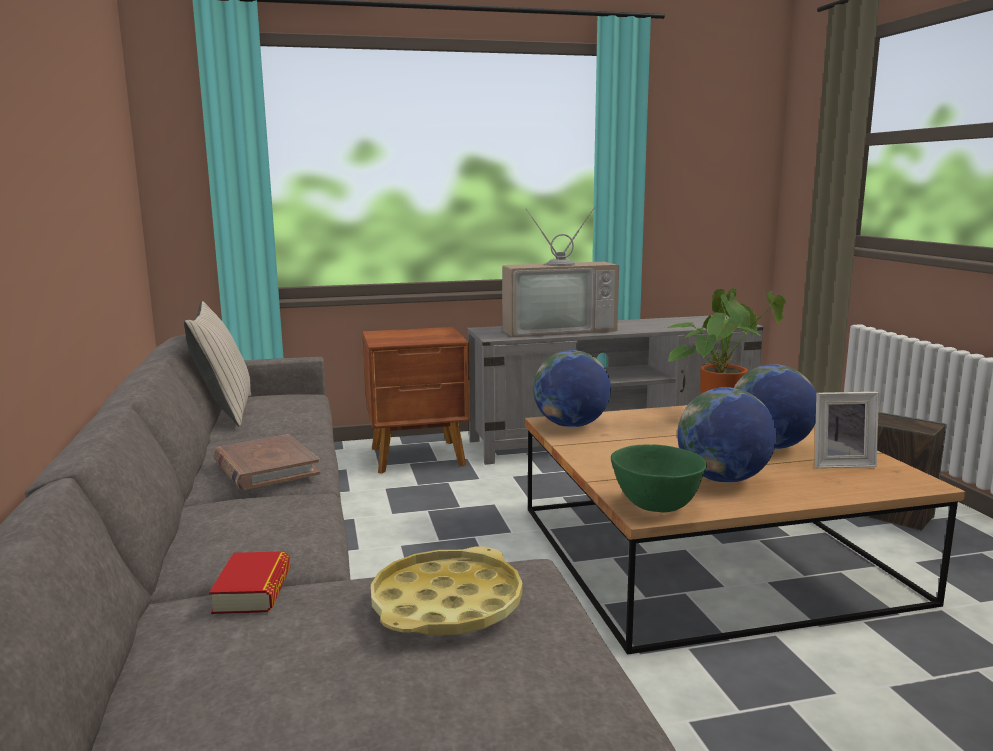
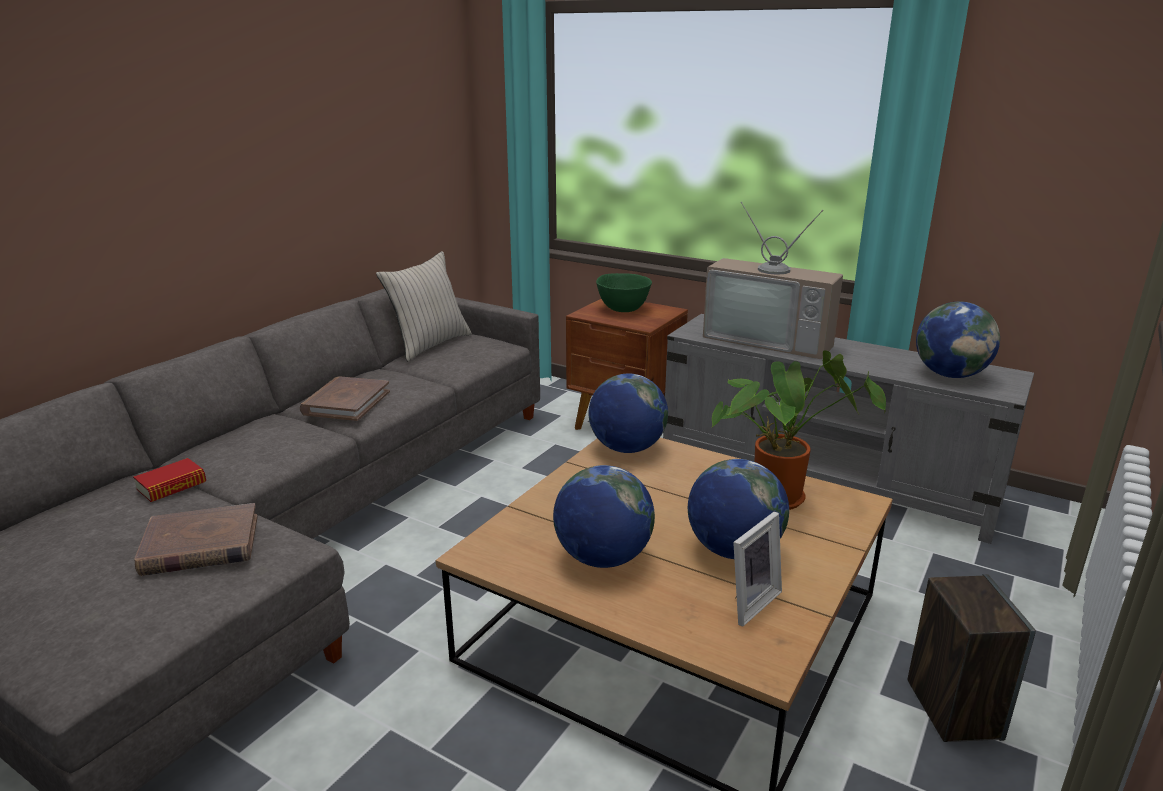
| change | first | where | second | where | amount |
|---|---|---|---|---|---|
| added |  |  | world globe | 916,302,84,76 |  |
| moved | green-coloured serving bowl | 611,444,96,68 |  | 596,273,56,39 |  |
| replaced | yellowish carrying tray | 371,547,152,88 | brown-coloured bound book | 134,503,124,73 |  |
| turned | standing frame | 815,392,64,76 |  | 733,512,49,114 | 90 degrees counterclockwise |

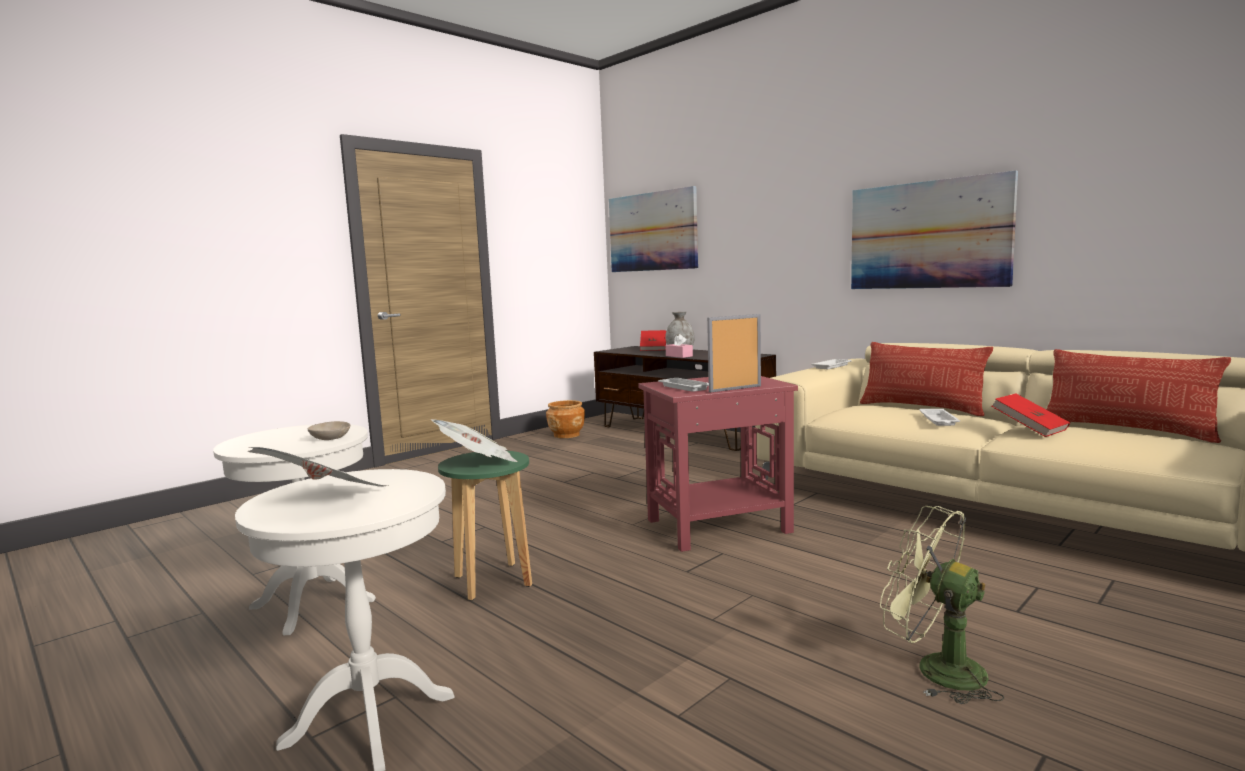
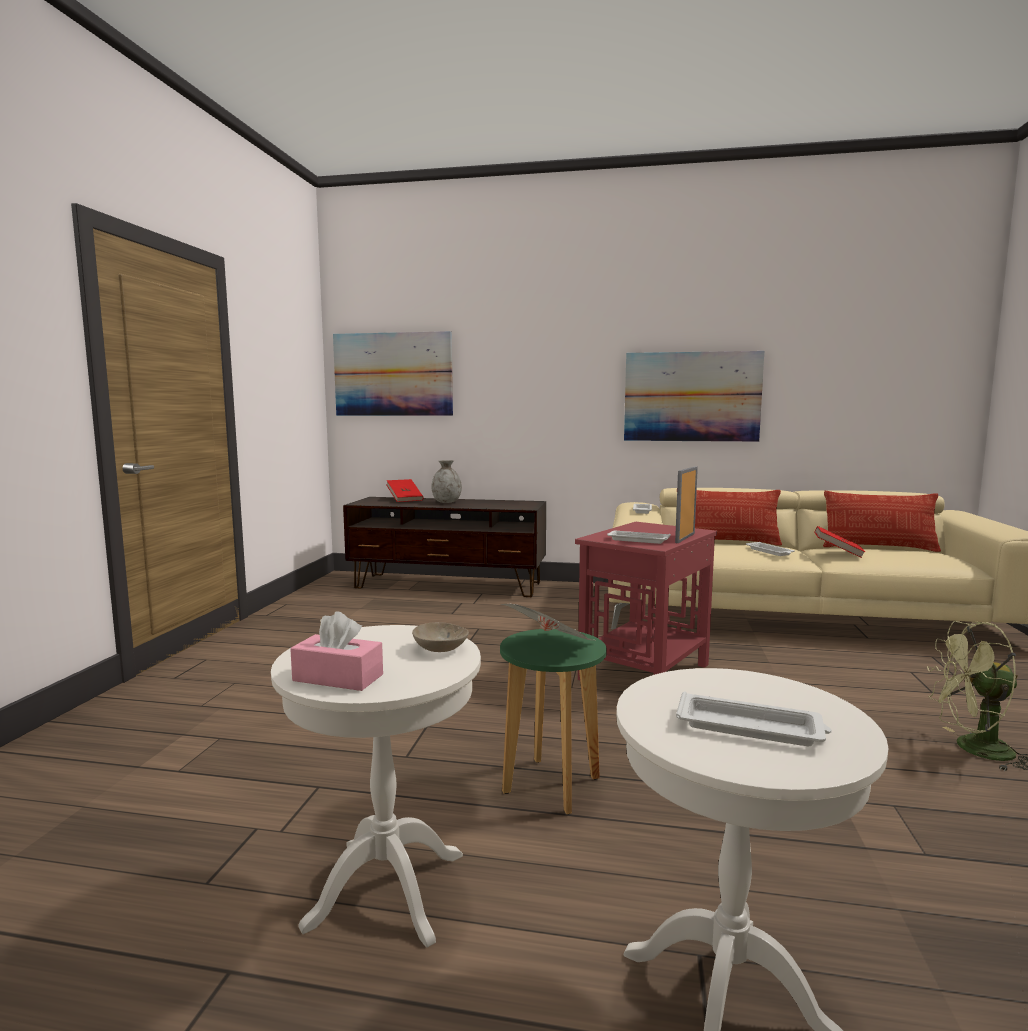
| change | first | where | second | where | amount |
|---|---|---|---|---|---|
| removed | brown-coloured flower pot | 546,400,39,38 |  |  |  |
| moved | pink box of tissues | 665,334,28,24 |  | 290,611,93,80 |  |
| replaced | newspaper | 248,447,141,40 | whitish carrying tray | 676,692,156,55 |  |

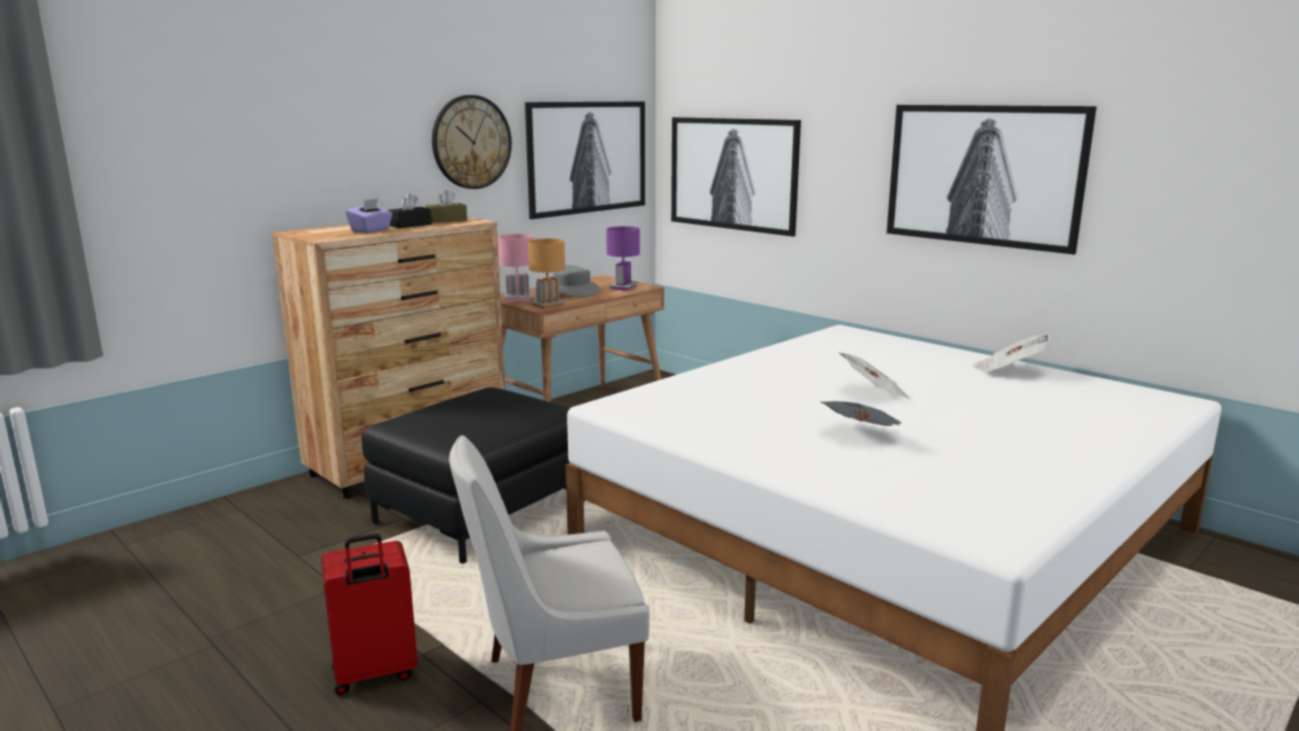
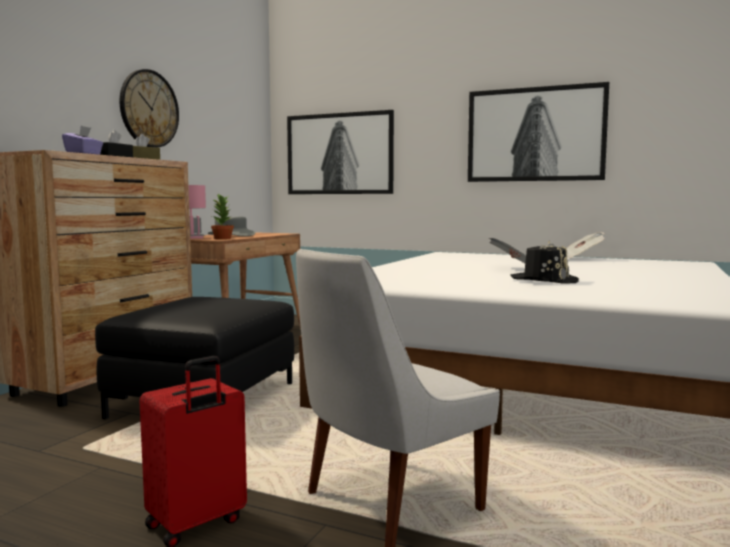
| change | first | where | second | where | amount |
|---|---|---|---|---|---|
| removed | wall art | 525,101,120,118 |  |  |  |
| removed | purple-coloured lamp for a table | 606,226,34,65 |  |  |  |
| replaced | brown-coloured lamp for a table | 528,238,39,71 | plant in a pot | 211,194,23,46 |  |
| replaced | newspaper | 821,401,81,25 | black-coloured hat | 510,241,69,42 |  |

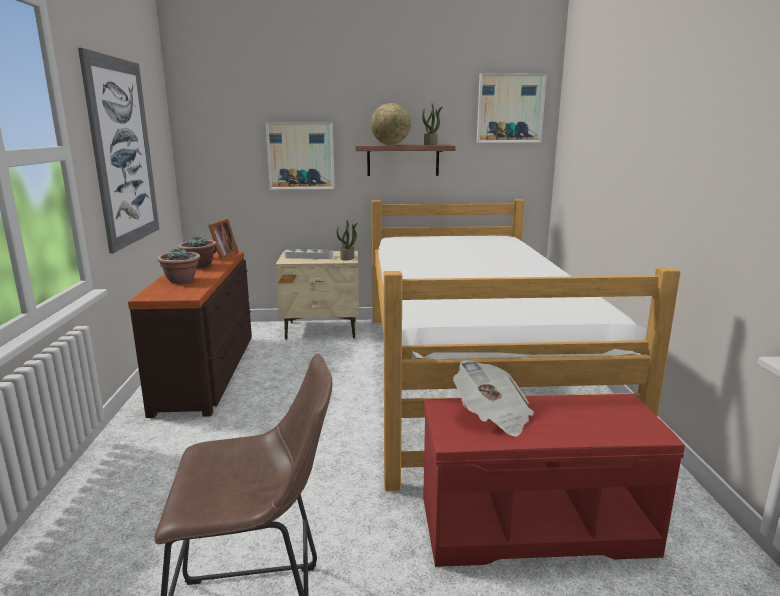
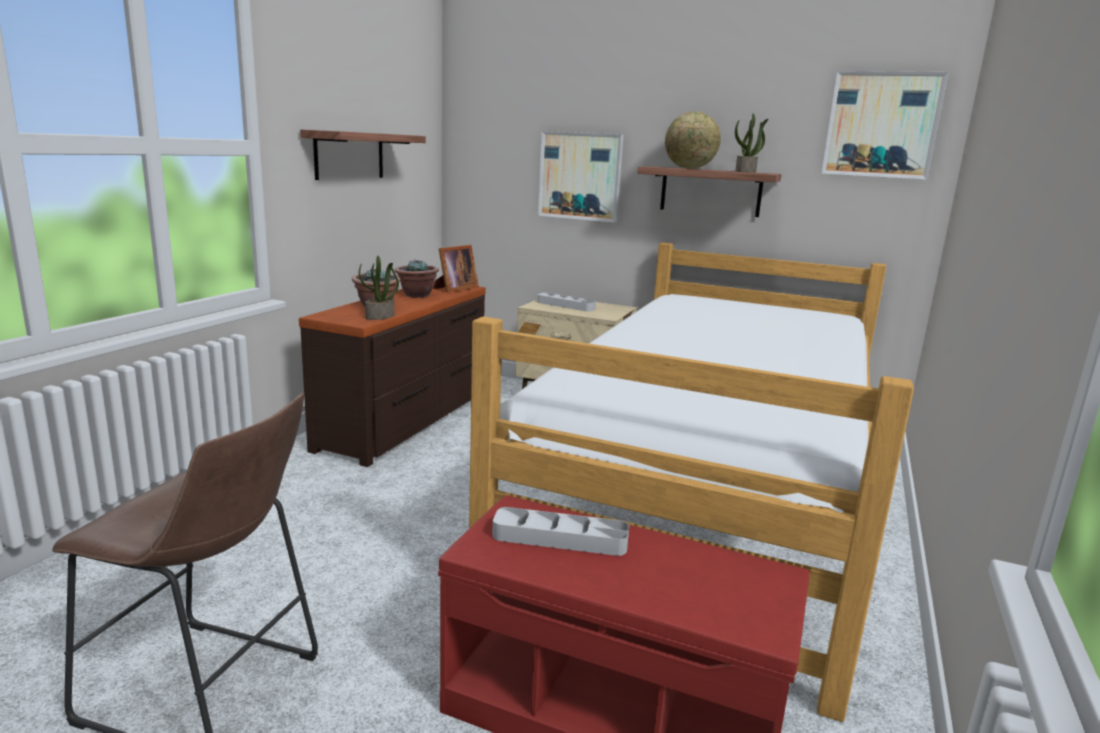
| change | first | where | second | where | amount |
|---|---|---|---|---|---|
| moved | plant in a pot | 336,220,22,41 |  | 359,256,40,64 |  |
| replaced | wall art | 78,48,81,206 | wall shelf | 300,130,126,50 |  |
| replaced | newspaper | 453,360,81,77 | grey carrying tray | 492,507,137,49 |  |

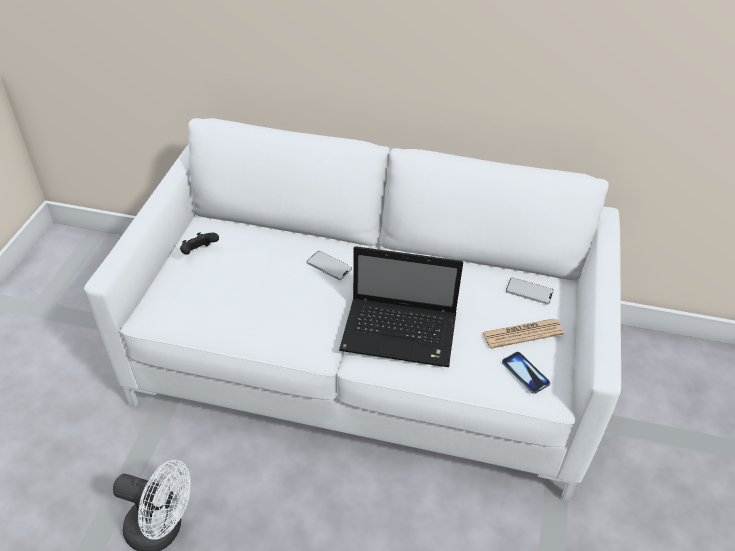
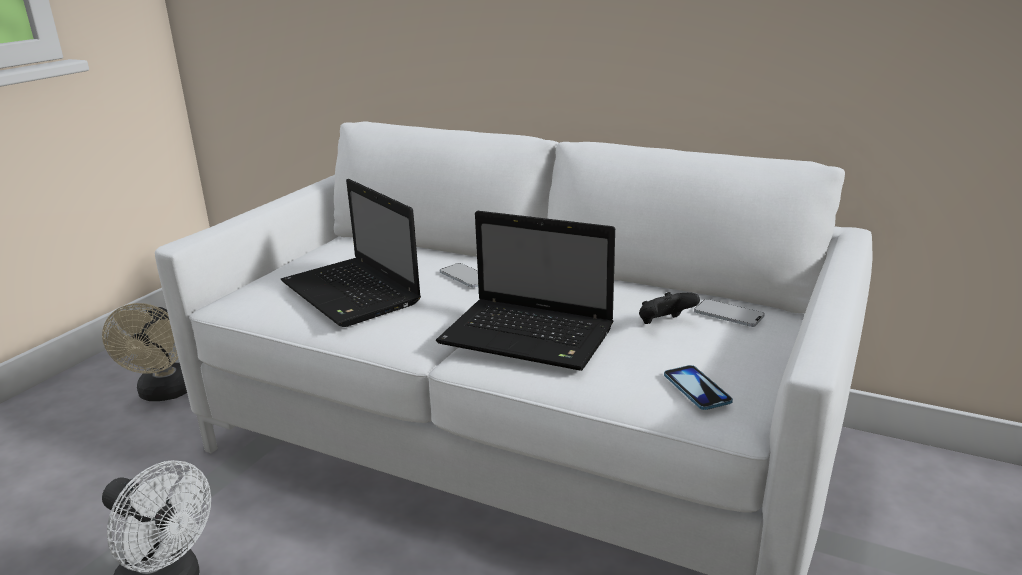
| change | first | where | second | where | amount |
|---|---|---|---|---|---|
| removed | newspaper | 482,319,82,30 |  |  |  |
| added |  |  | beige-coloured fan | 102,303,85,98 |  |
| added |  |  | portable computer | 281,179,140,148 |  |
| moved | black-coloured joypad | 180,232,39,22 |  | 639,292,61,32 |  |

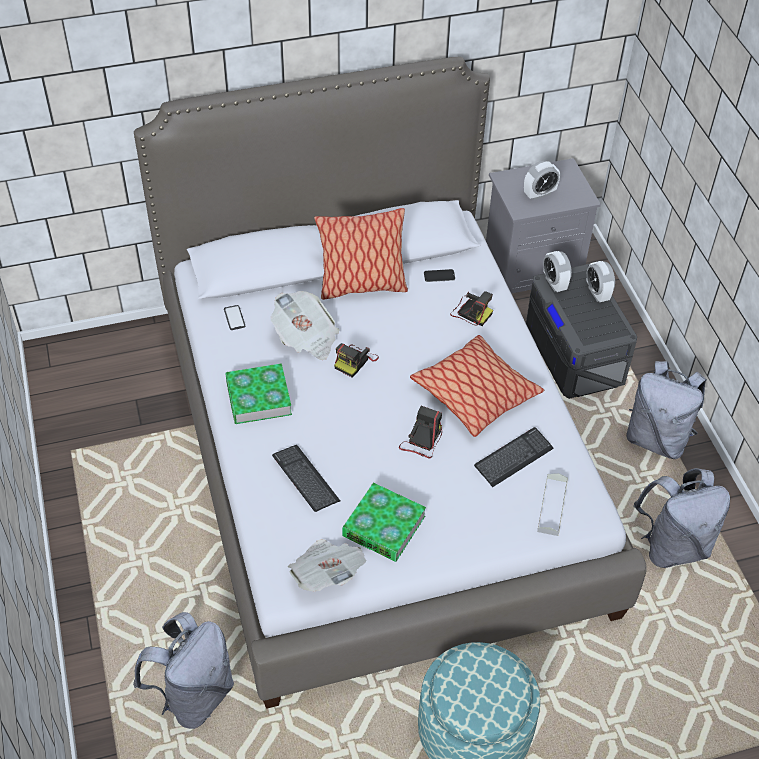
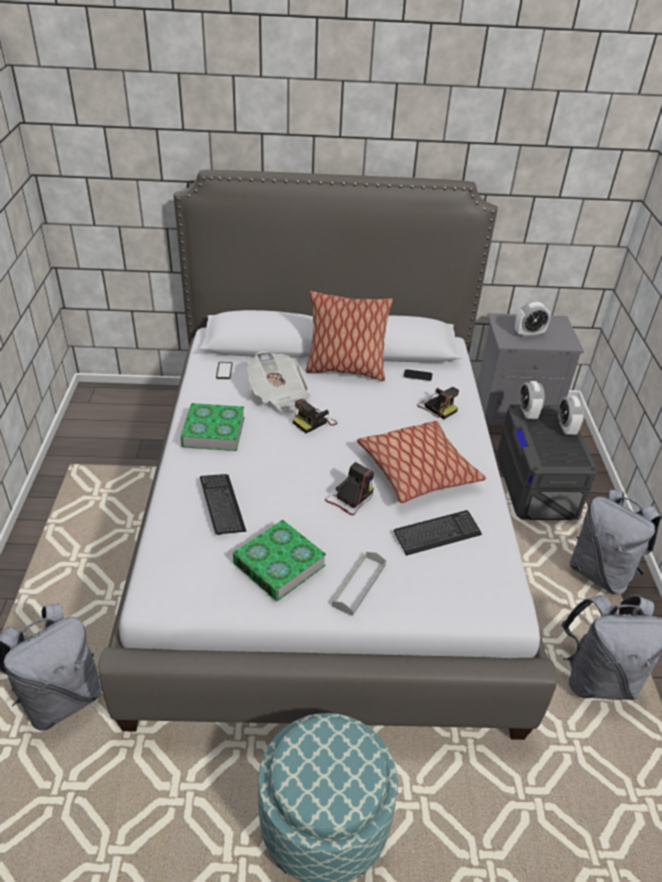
| change | first | where | second | where | amount |
|---|---|---|---|---|---|
| removed | newspaper | 288,539,79,52 |  |  |  |
| moved | grey carrying tray | 537,473,31,63 |  | 332,552,54,64 |  |

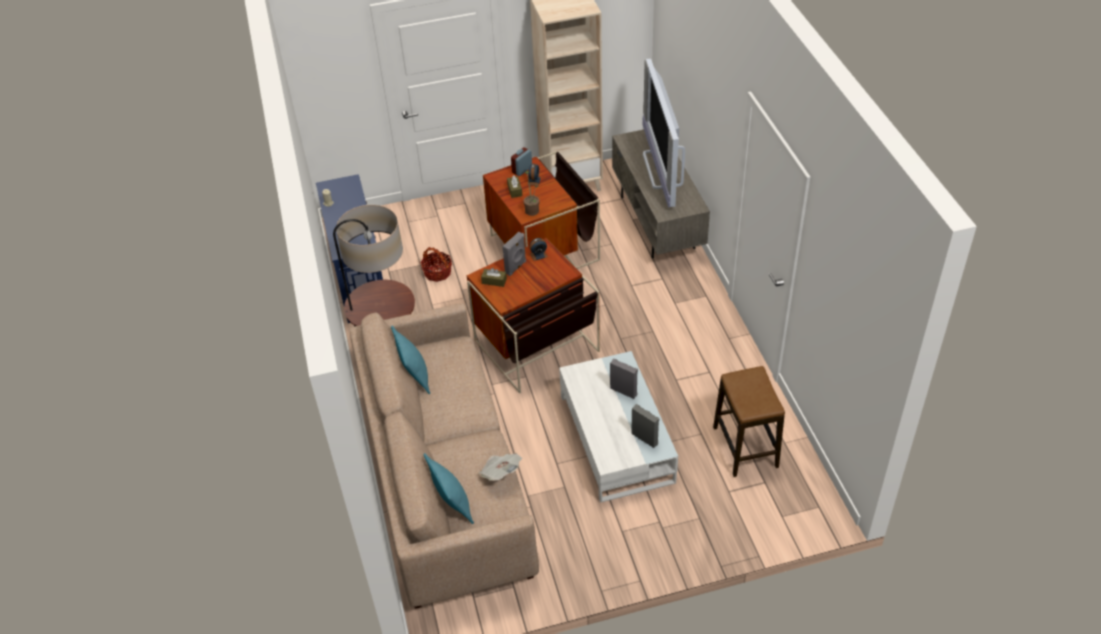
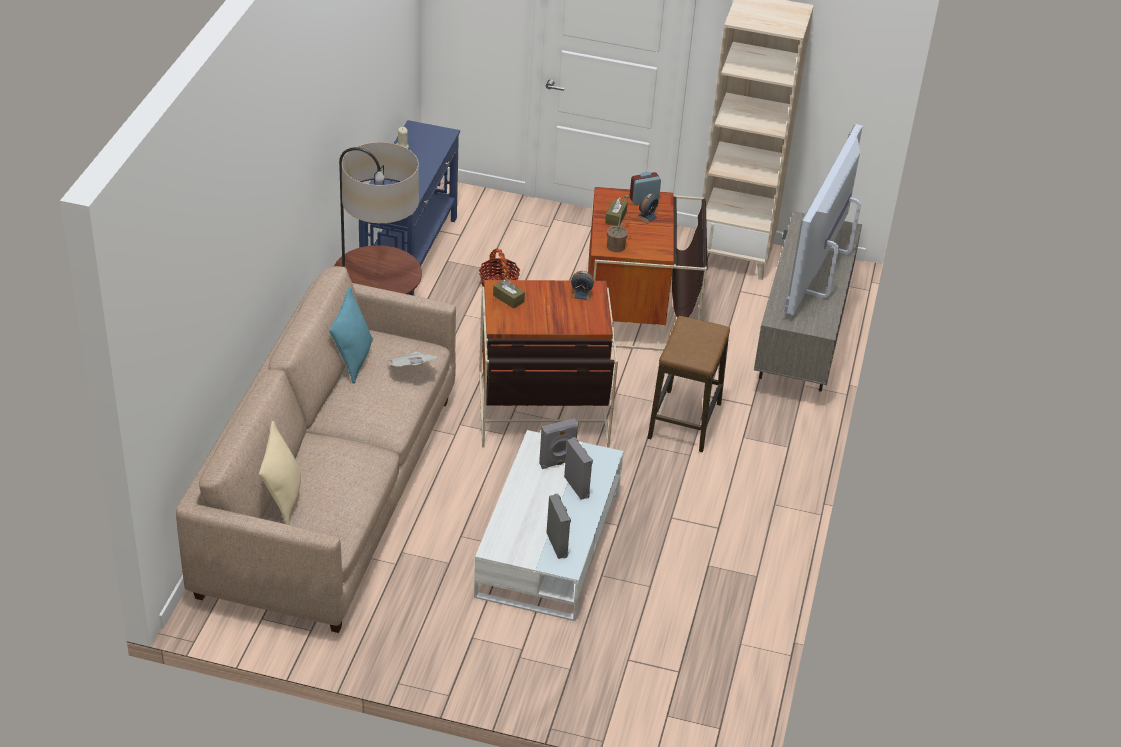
| change | first | where | second | where | amount |
|---|---|---|---|---|---|
| moved | newspaper | 478,453,44,28 |  | 389,351,49,16 |  |
| moved | grey audio speaker | 502,232,24,44 |  | 539,418,40,51 |  |
| moved | sitting stool | 713,366,72,111 |  | 648,316,82,136 |  |
| recoloured | turquoise throw pillow | 424,453,50,71 | beige-coloured throw pillow | 259,421,42,104 |  |

